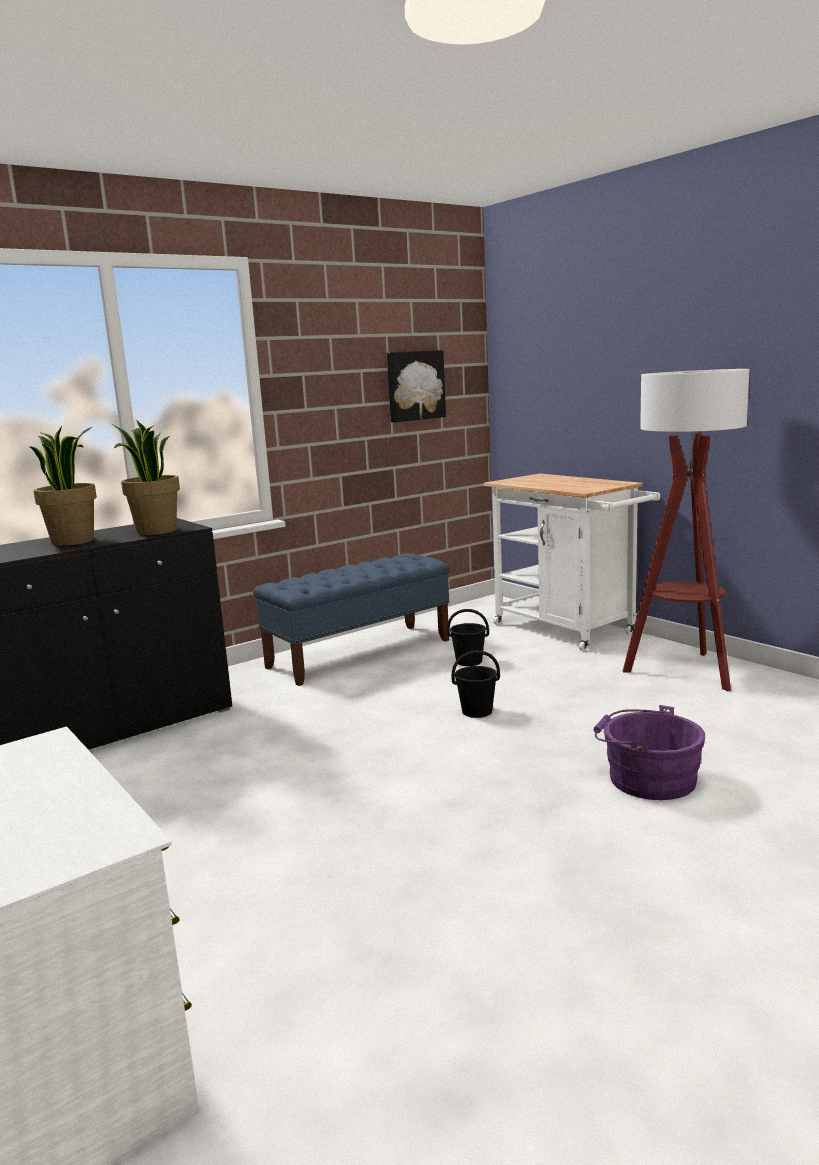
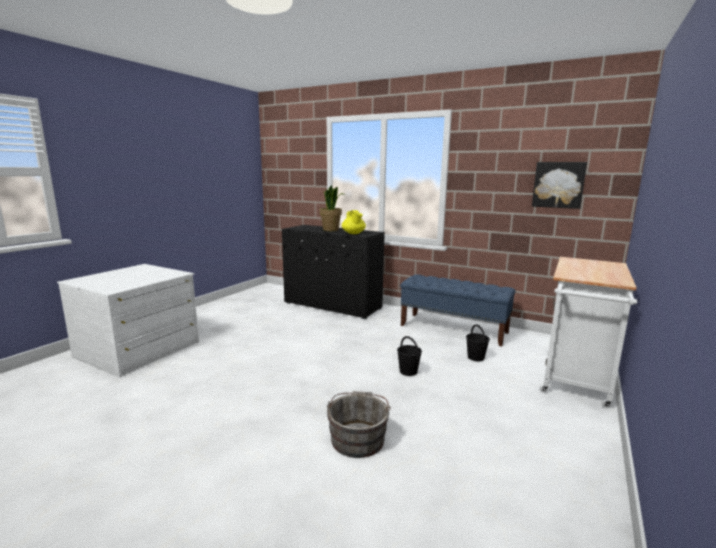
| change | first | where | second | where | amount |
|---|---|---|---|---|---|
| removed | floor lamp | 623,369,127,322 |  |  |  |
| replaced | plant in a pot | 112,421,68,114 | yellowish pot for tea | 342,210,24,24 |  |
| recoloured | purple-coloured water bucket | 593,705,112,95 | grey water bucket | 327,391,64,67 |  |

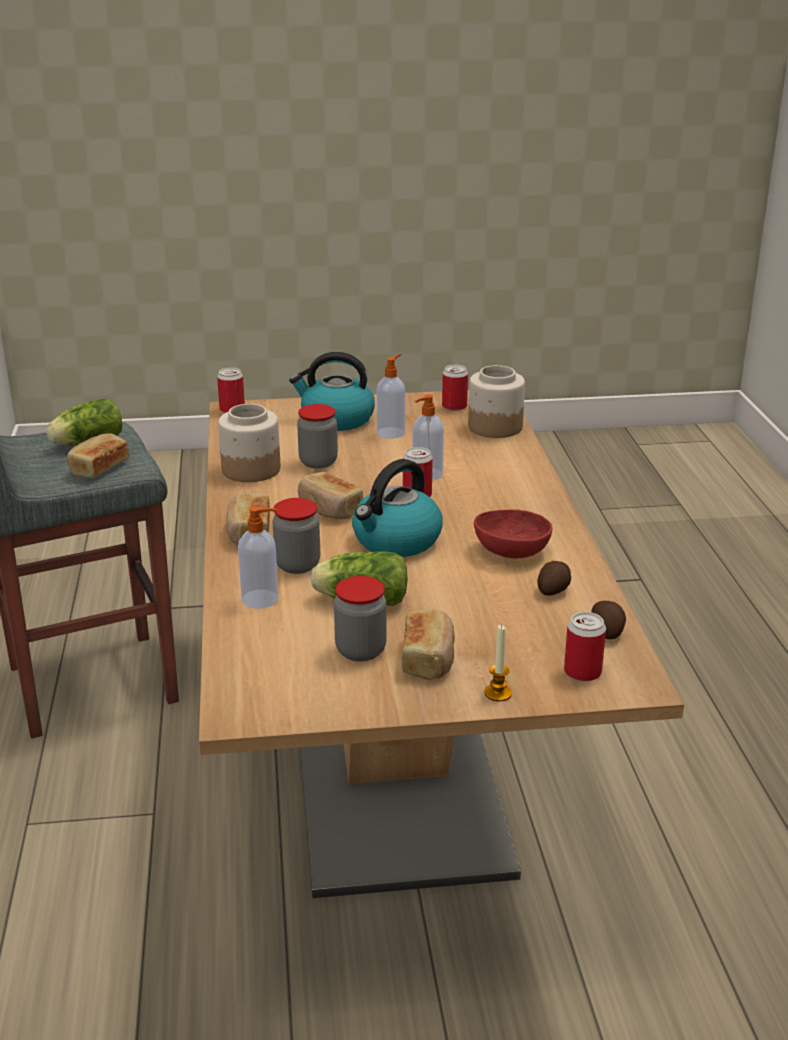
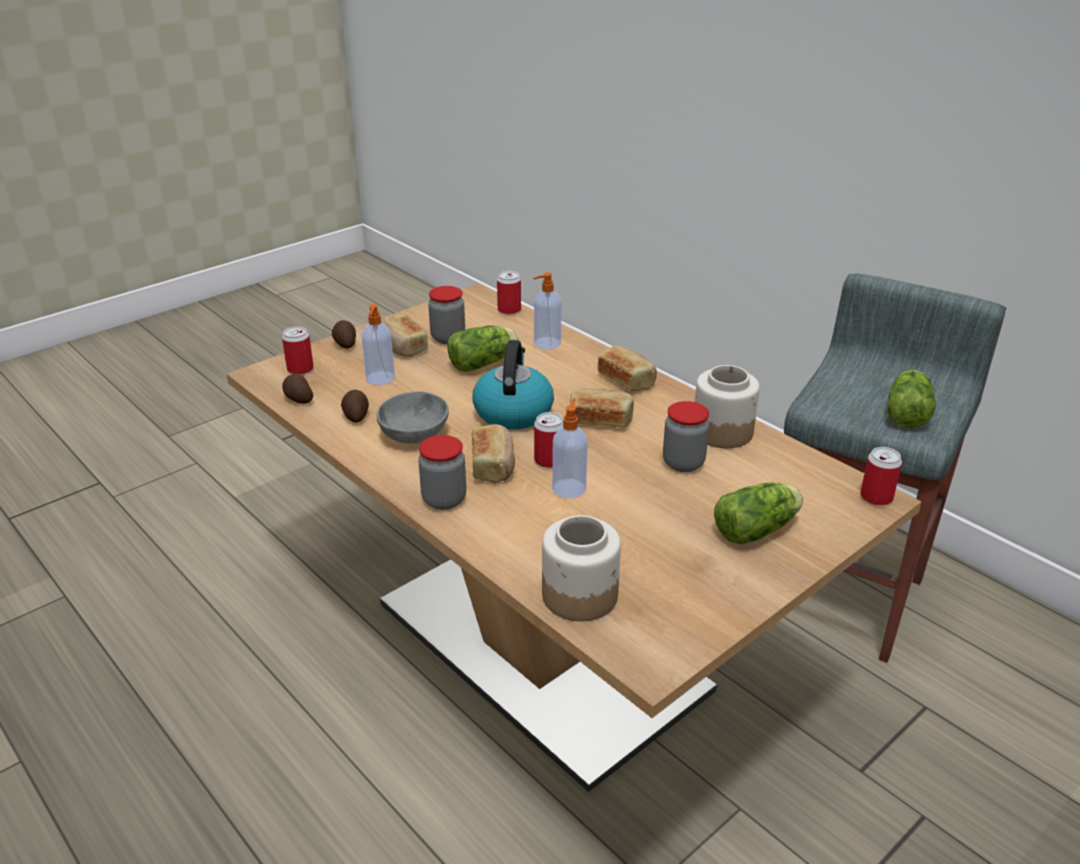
| change | first | where | second | where | amount |
|---|---|---|---|---|---|
| moved | bread | 67,433,62,45 |  | 472,424,43,59 |  |
| moved | jar | 272,498,48,76 |  | 418,435,48,75 |  |
| moved | soap bottle | 377,354,28,85 |  | 361,304,34,81 |  |
| moved | can | 442,365,26,46 |  | 497,271,24,44 |  |
| replaced | kettle | 289,352,86,79 | lettuce | 714,482,89,62 |  |
| replaced | wax light | 485,625,27,77 | potato | 332,320,24,28 |  |
| recoloured | red serving bowl | 474,509,78,49 | grey serving bowl | 377,391,72,52 |  |

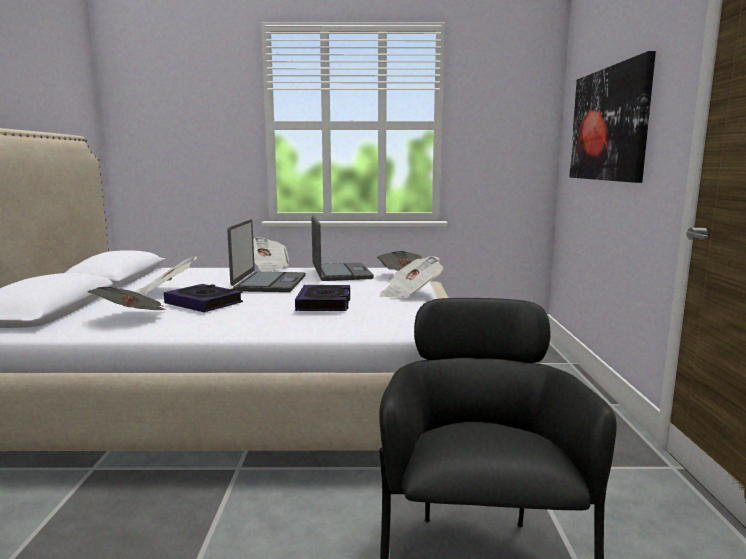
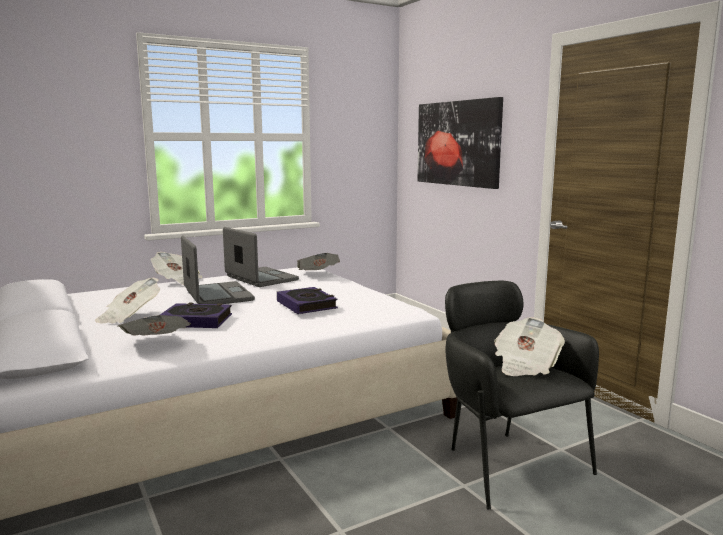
| change | first | where | second | where | amount |
|---|---|---|---|---|---|
| moved | newspaper | 380,256,63,42 |  | 494,317,71,59 |  |

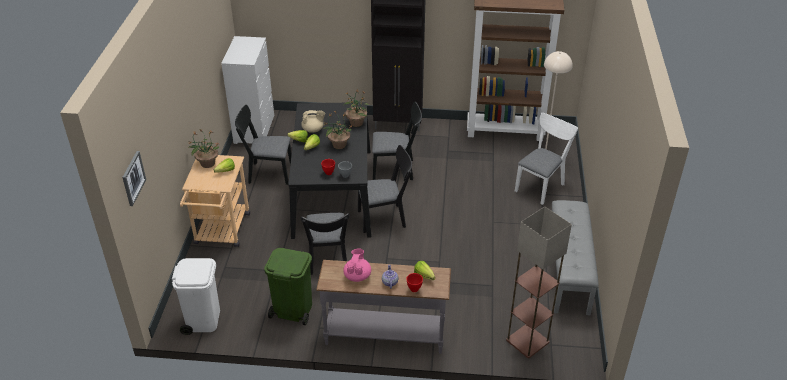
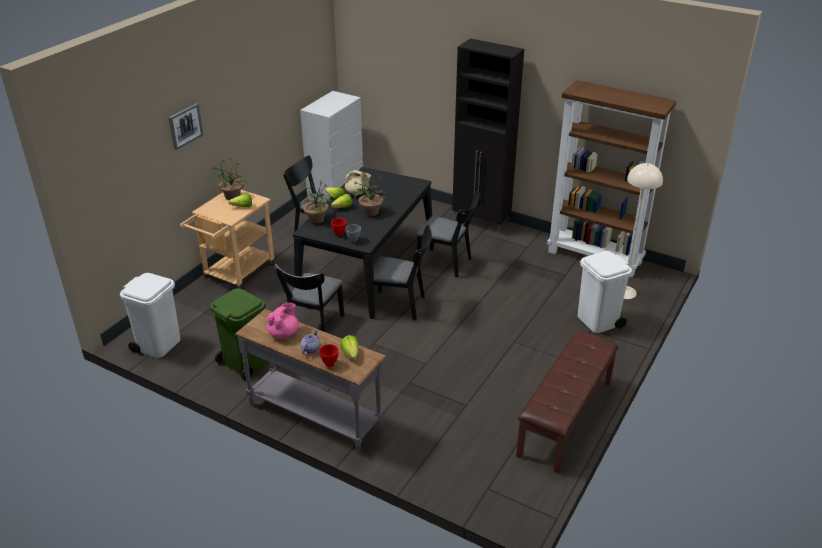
| change | first | where | second | where | amount |
|---|---|---|---|---|---|
| removed | floor lamp | 506,207,66,151 |  |  |  |
| moved | wall art | 122,151,24,55 |  | 169,103,34,47 |  |
| moved | plant in a pot | 345,90,24,37 |  | 303,181,29,43 |  |
| replaced | whitish chair | 515,113,63,92 | whitish trash can | 578,251,54,82 |  |
| recoloured | grey long seat | 552,200,47,115 | brown-coloured long seat | 516,331,102,143 |  |

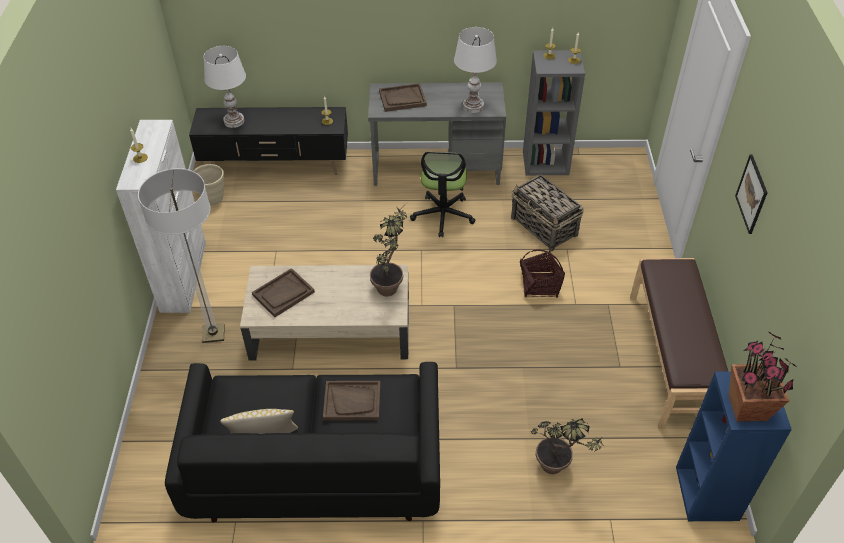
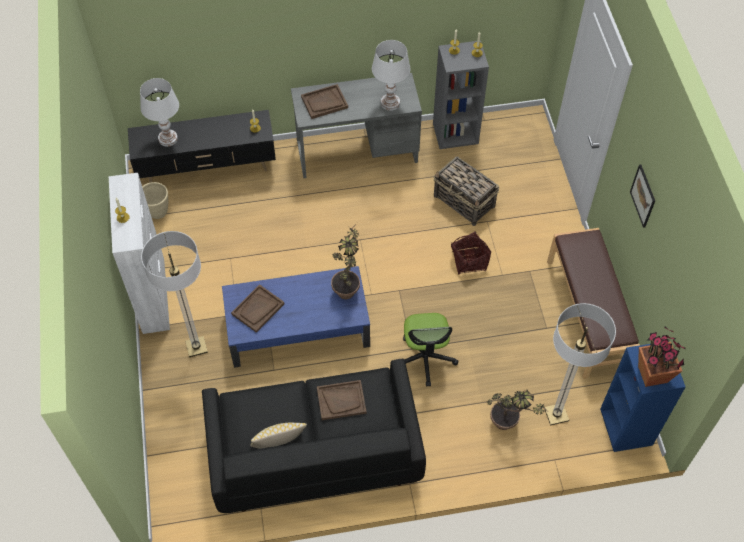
| change | first | where | second | where | amount |
|---|---|---|---|---|---|
| added |  |  | floor lamp | 545,303,71,122 |  |
| moved | computer chair | 410,152,66,85 |  | 403,313,55,74 |  |
| recoloured | beige-coloured lounge table | 240,265,169,95 | blue lounge table | 222,266,148,102 |  |

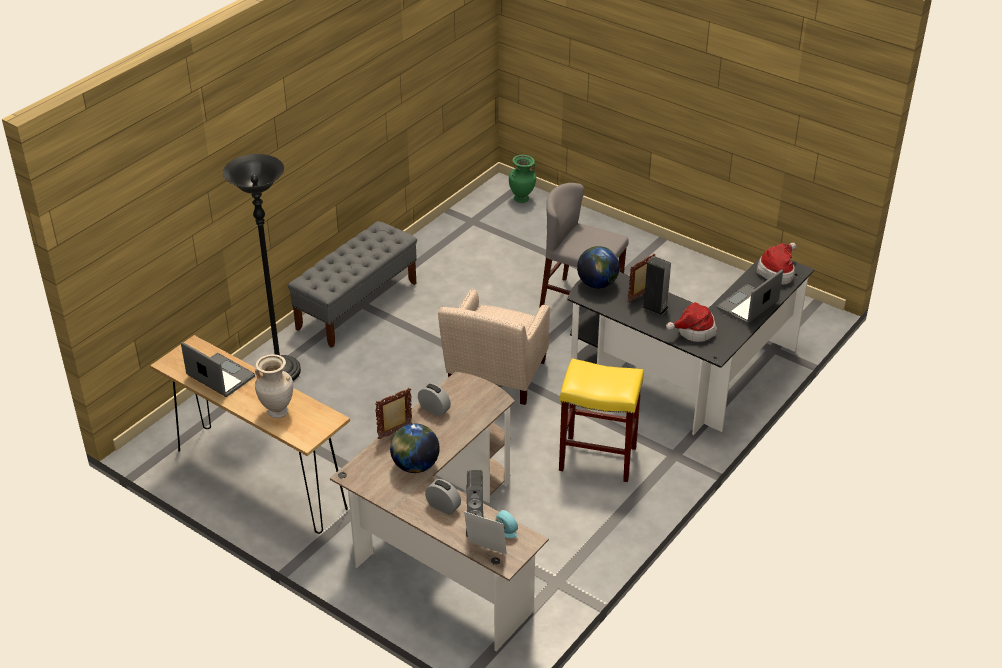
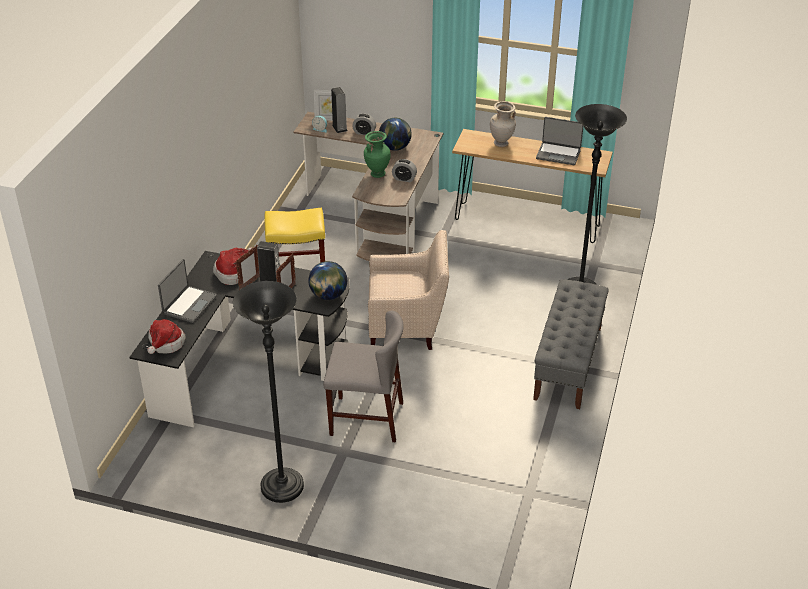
| change | first | where | second | where | amount |
|---|---|---|---|---|---|
| added |  |  | black-coloured floor lamp | 233,281,71,222 |  |
| moved | standing frame | 375,388,37,51 |  | 236,245,24,45 |  |
| moved | green-coloured flower vase | 509,155,27,48 |  | 364,131,27,47 |  |
| turned | beige-coloured easy chair | 438,289,112,116 |  | 368,230,81,120 | 90 degrees clockwise |

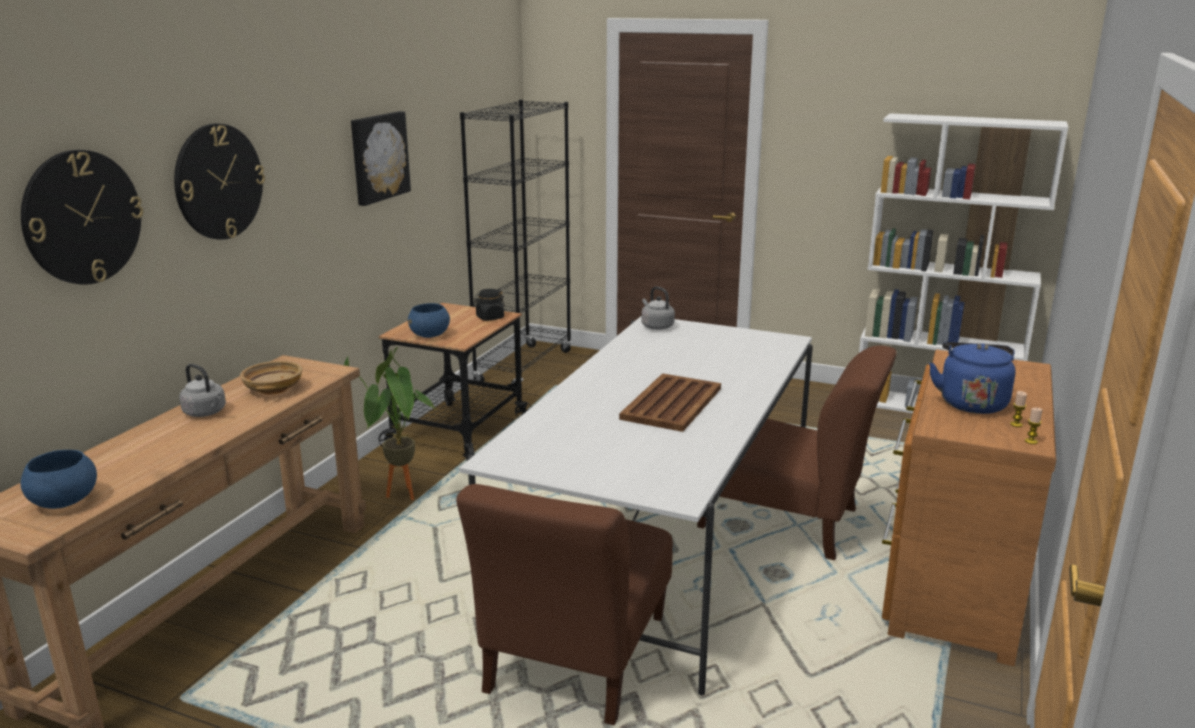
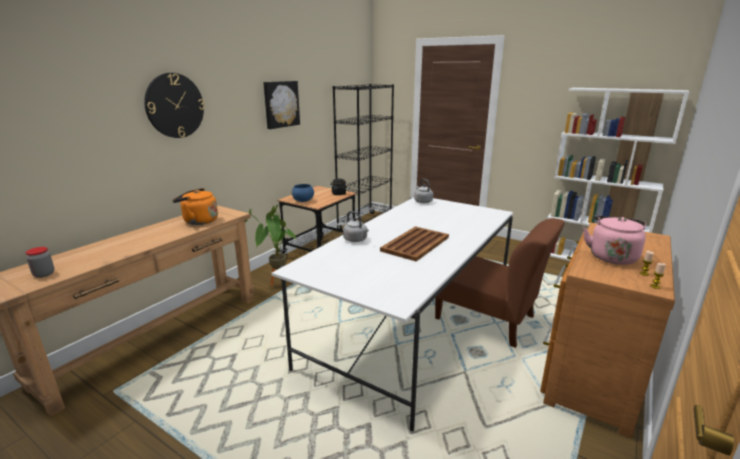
| change | first | where | second | where | amount |
|---|---|---|---|---|---|
| removed | hanging clock | 21,150,122,134 |  |  |  |
| removed | brown-coloured chair | 456,484,217,241 |  |  |  |
| moved | grey kettle | 179,364,47,53 |  | 343,211,26,31 |  |
| replaced | blue serving bowl | 21,450,76,59 | jar | 26,247,28,31 |  |
| replaced | beige-coloured serving bowl | 240,361,63,34 | orange kettle | 172,188,46,37 |  |
| recoloured | blue kettle | 929,342,86,72 | pink kettle | 583,215,63,50 |  |

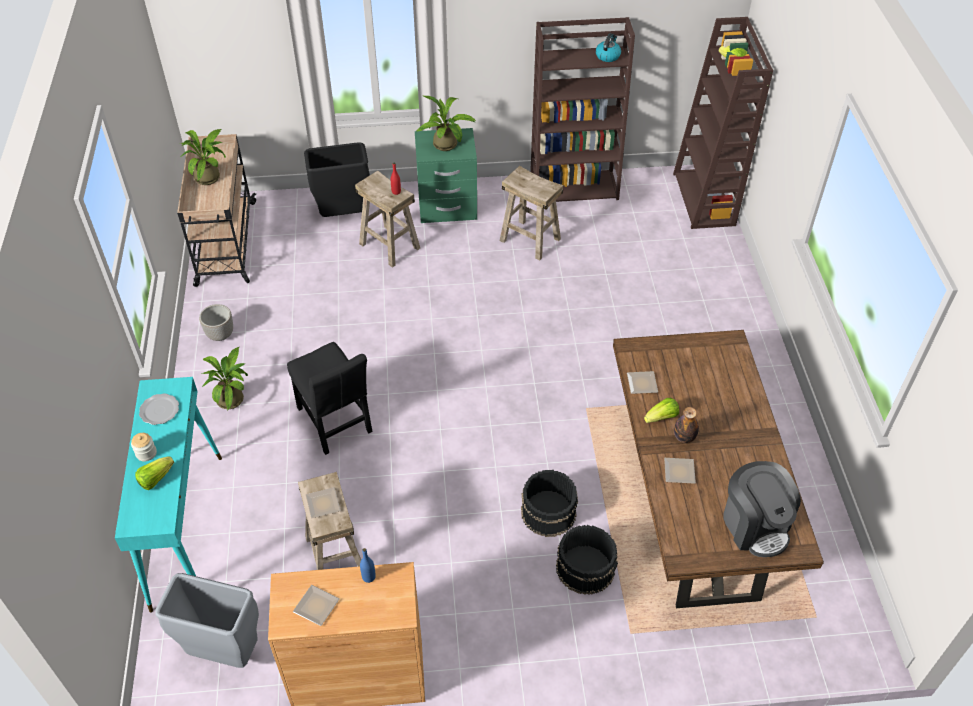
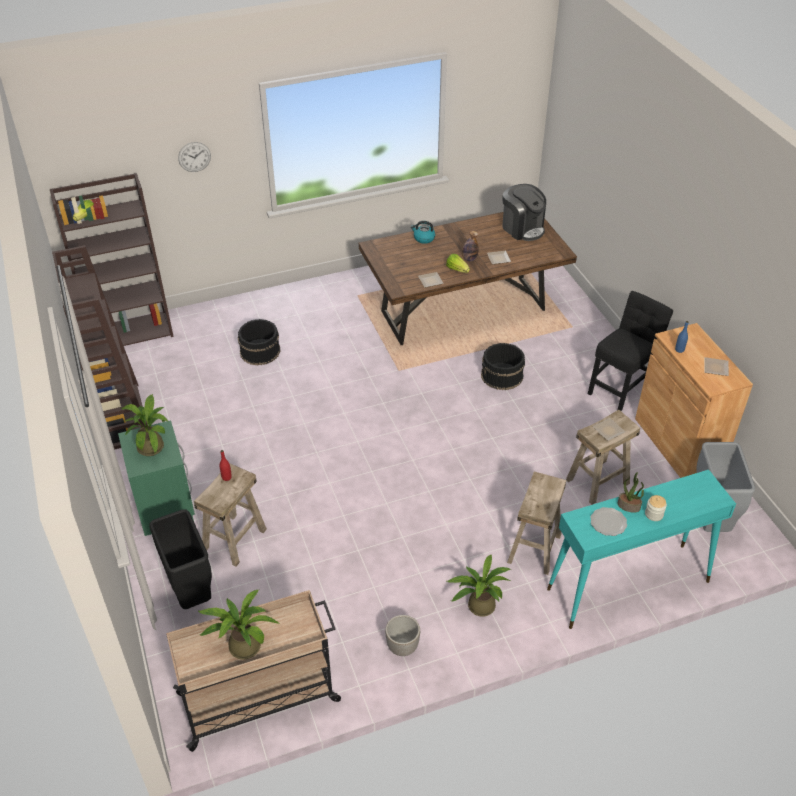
| change | first | where | second | where | amount |
|---|---|---|---|---|---|
| removed | lettuce | 135,457,39,33 |  |  |  |
| added |  |  | hanging clock | 178,142,33,30 |  |
| added |  |  | plant in a pot | 617,472,27,41 |  |
| moved | black-coloured chair | 287,342,85,113 |  | 588,291,85,120 |  |
| moved | beige-coloured sitting stool | 500,166,63,94 |  | 507,472,59,103 |  |
| moved | black-coloured water bucket | 556,525,62,70 |  | 238,319,43,47 |  |
| moved | kettle | 596,33,25,29 |  | 411,221,24,23 |  |
| turned | coffee brewer | 723,461,78,96 |  | 502,184,44,57 | 90 degrees clockwise |

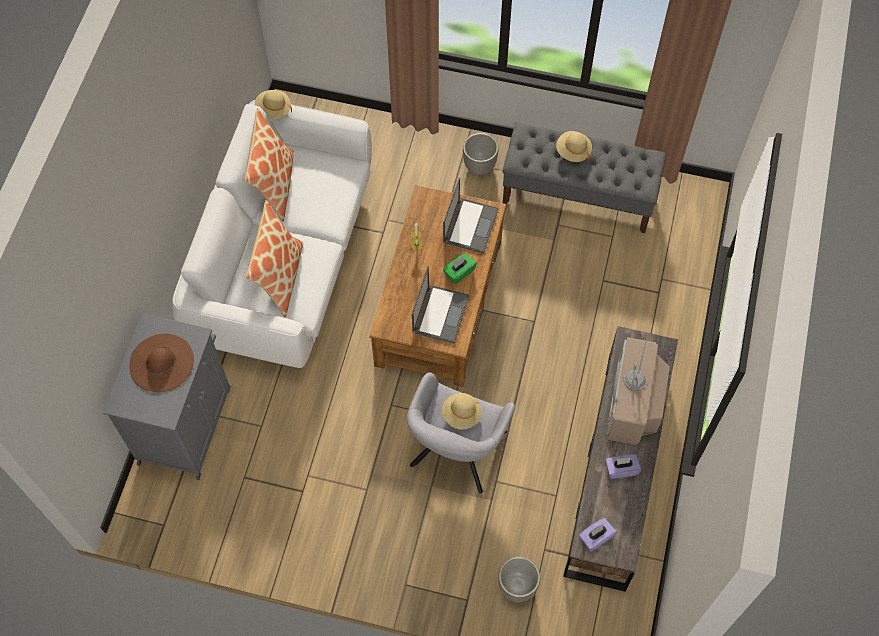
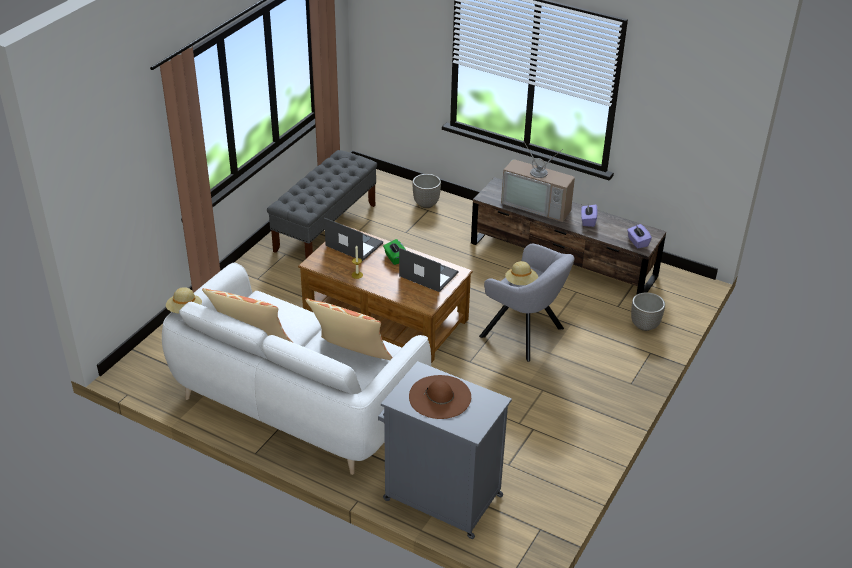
| change | first | where | second | where | amount |
|---|---|---|---|---|---|
| removed | beige-coloured hat | 556,131,36,31 |  |  |  |
| moved | flower pot | 463,133,36,42 |  | 412,174,29,34 |  |

